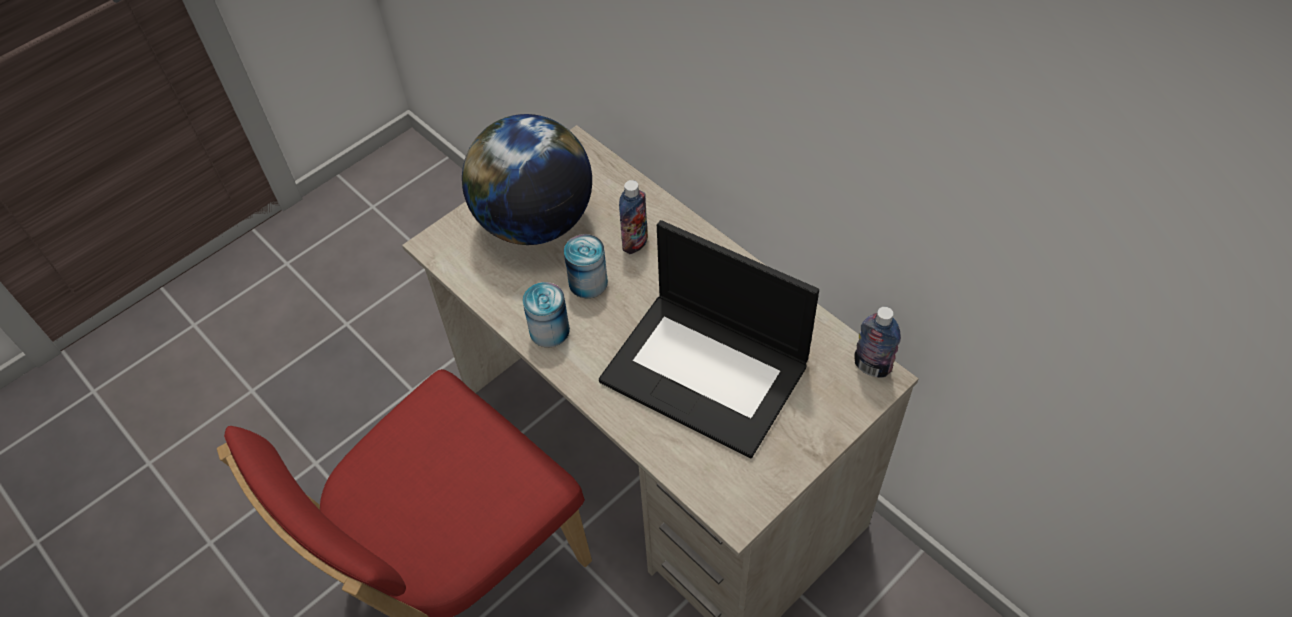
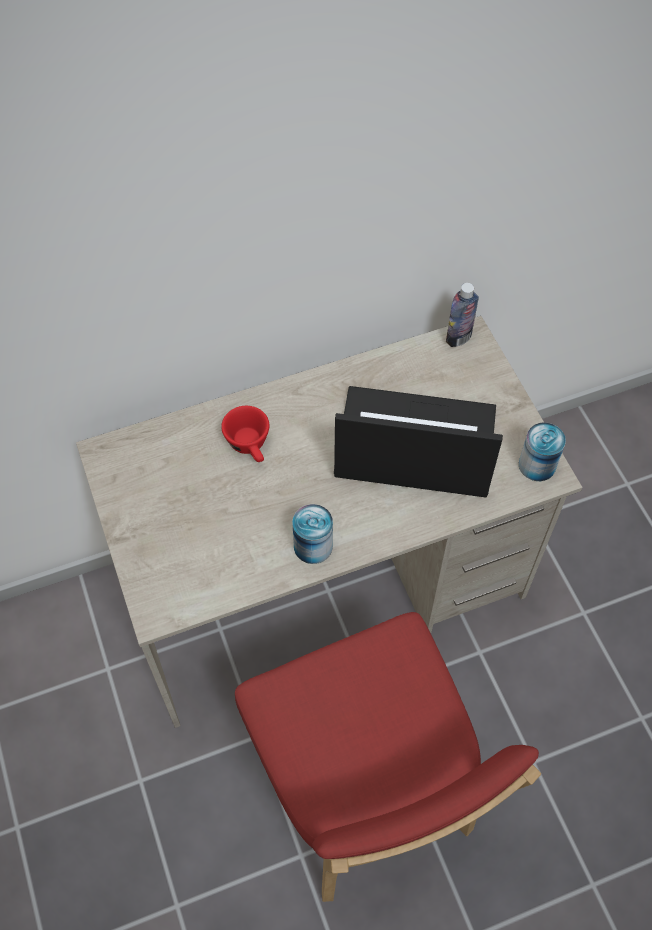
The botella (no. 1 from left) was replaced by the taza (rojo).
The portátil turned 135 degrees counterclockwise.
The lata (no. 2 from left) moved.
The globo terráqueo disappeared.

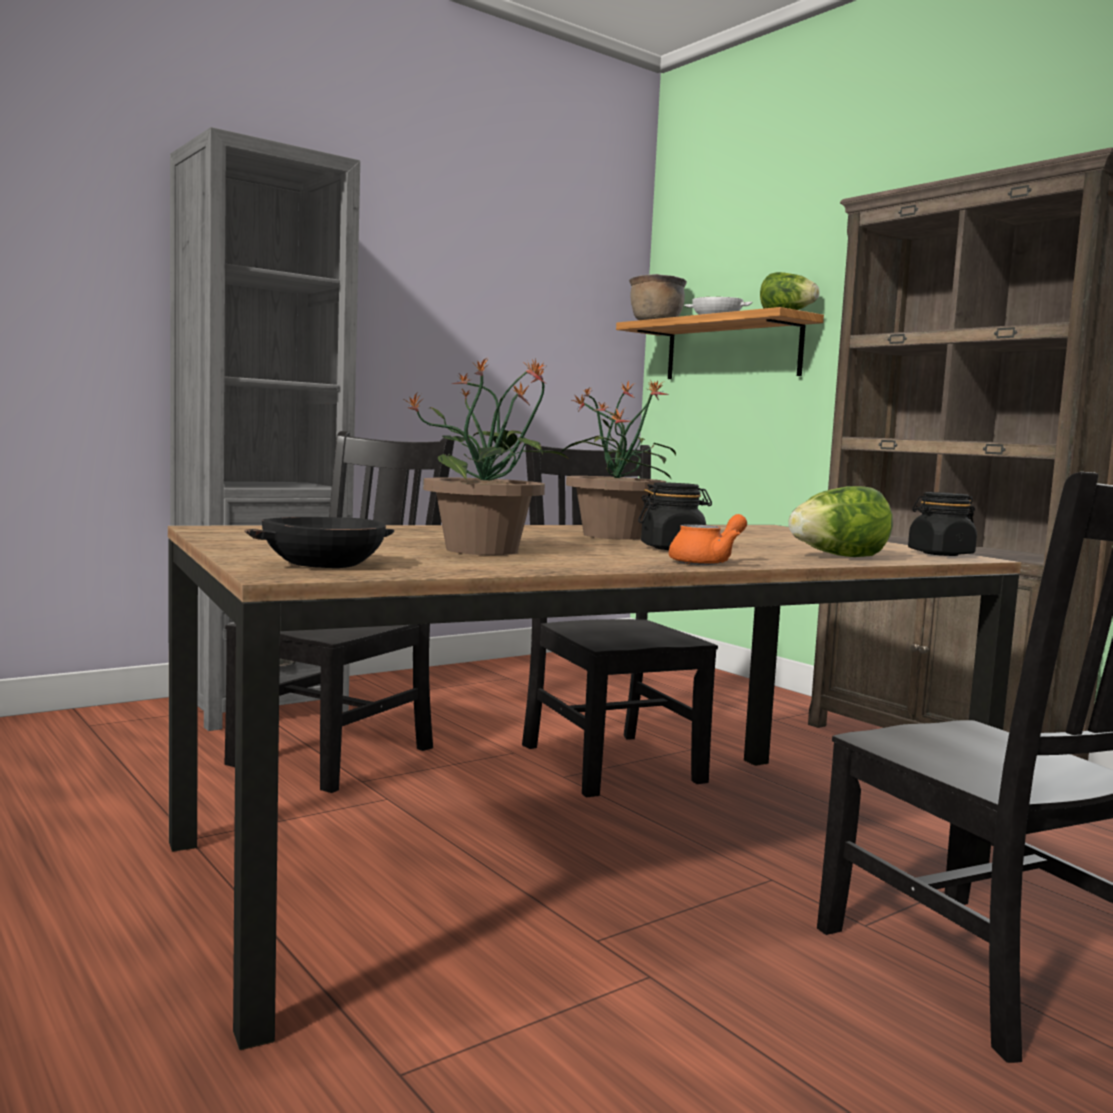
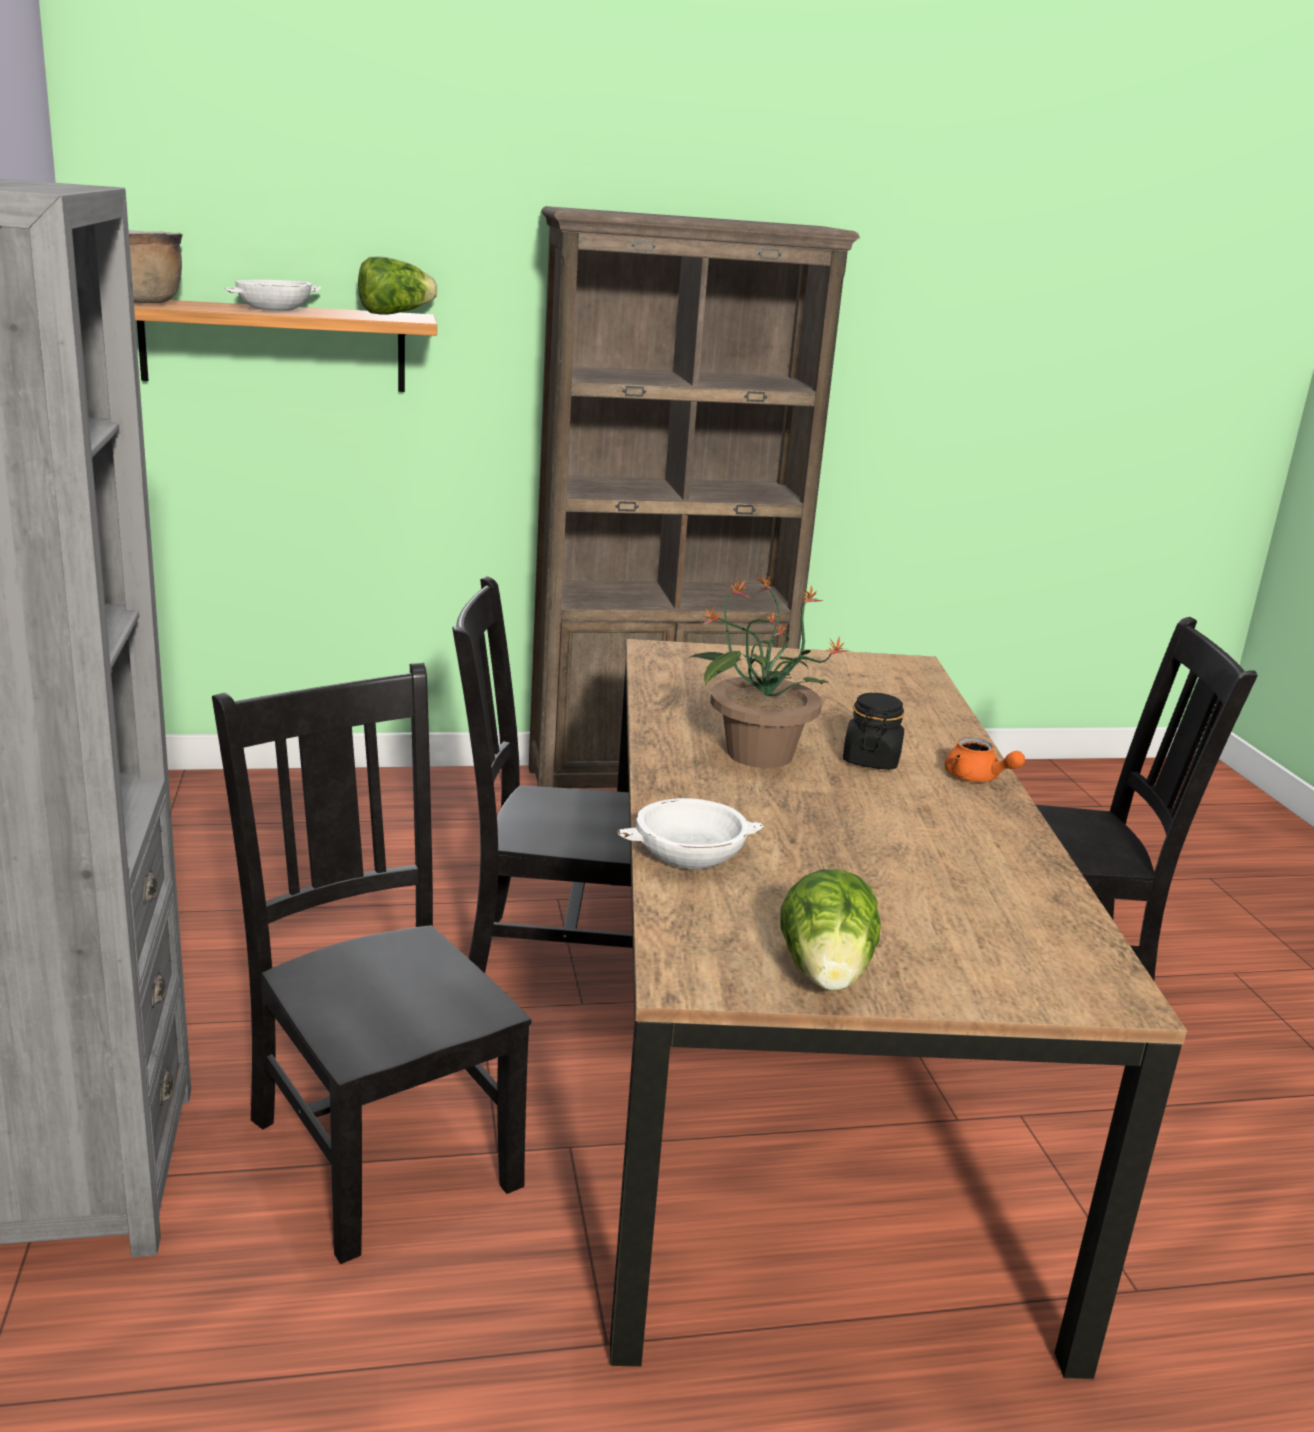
The cuenco (blanco) (no. 2 from left) appeared.
The lechuga (no. 2 from left) moved.
The tetera (naranja) turned 150 degrees clockwise.
The cuenco (negro) disappeared.
The planta en maceta (no. 1 from left) disappeared.
The tarro (negro) (no. 2 from left) disappeared.

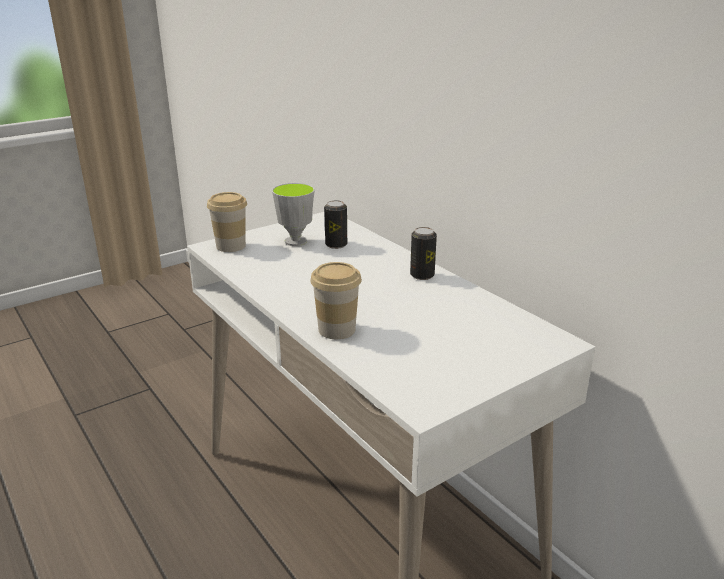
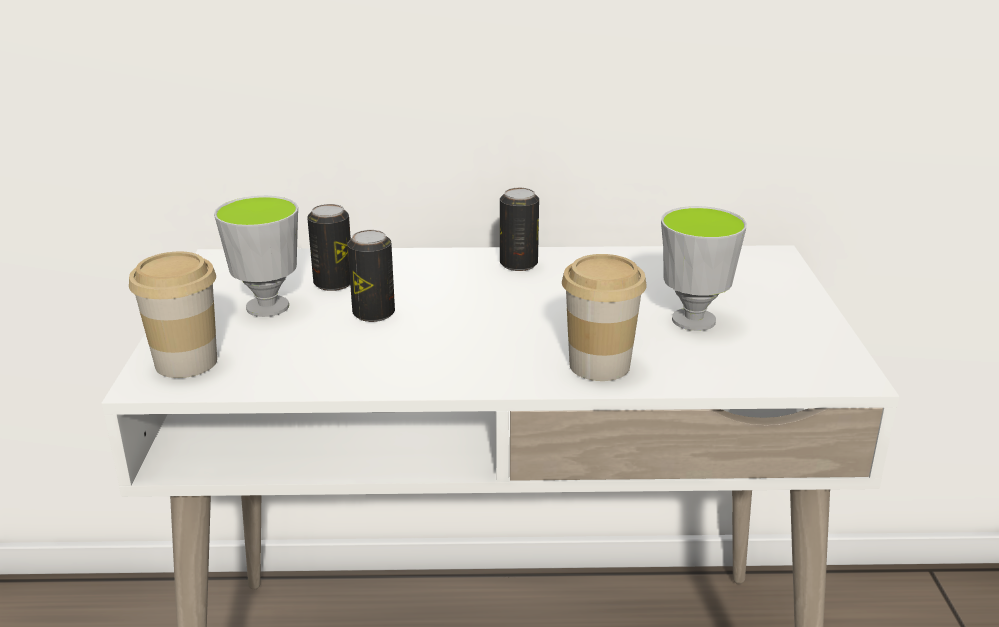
The lata (no. 2 from left) appeared.
The taza (no. 4 from left) appeared.

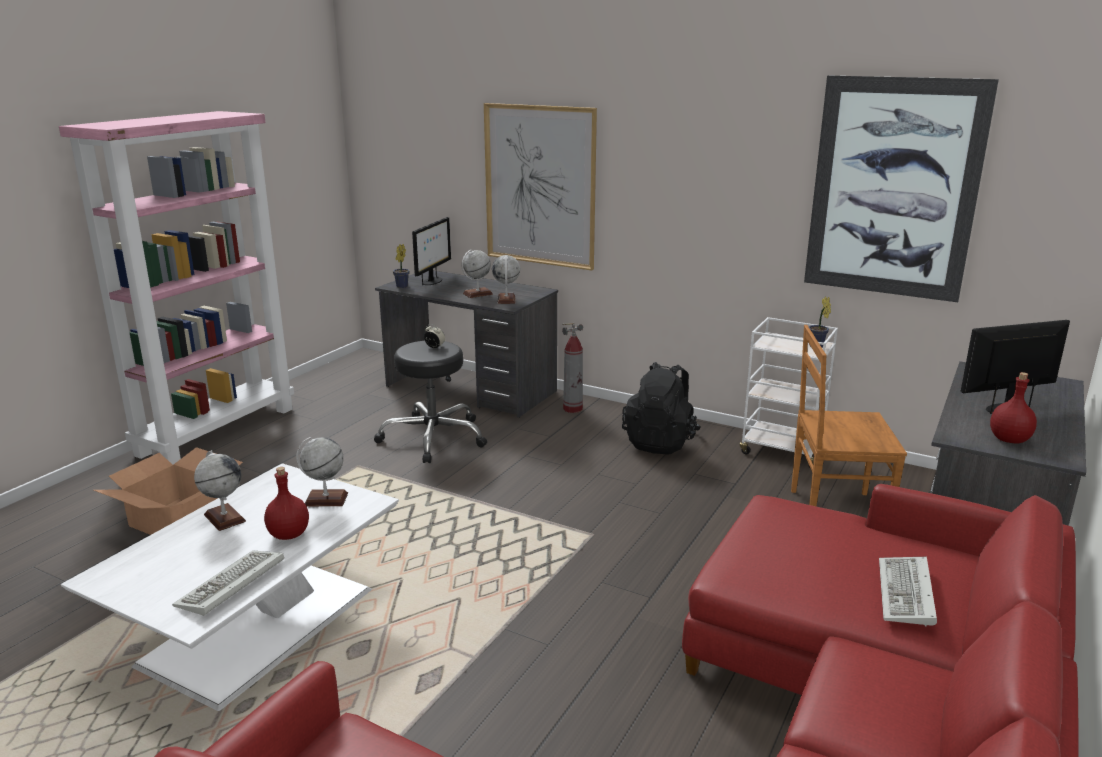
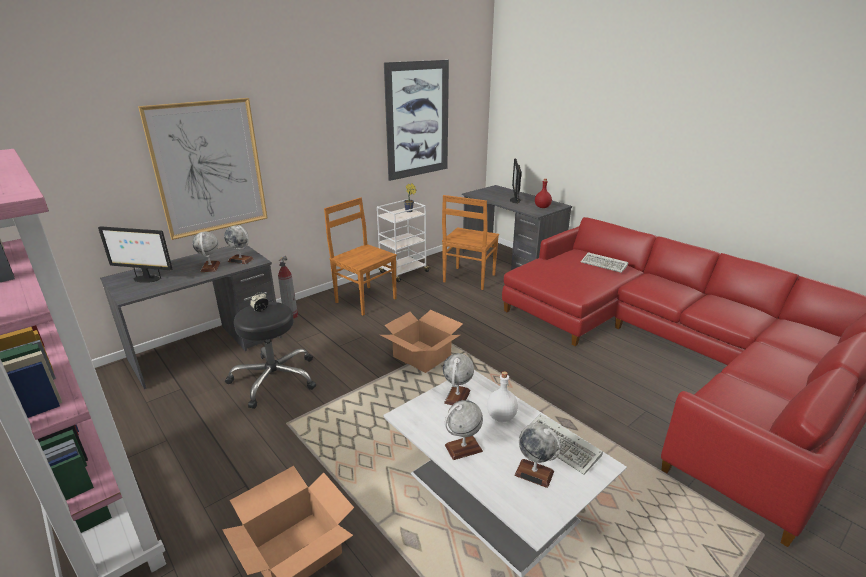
The monitor (no. 1 from left) turned 150 degrees clockwise.
The mochila (negro) was replaced by the silla (marrón) (no. 1 from left).
The caja de cartón (no. 2 from left) appeared.
The botella (rojo) (no. 1 from left) became the botella (blanco).
The globo terráqueo (no. 5 from left) appeared.
The planta en maceta (no. 1 from left) disappeared.

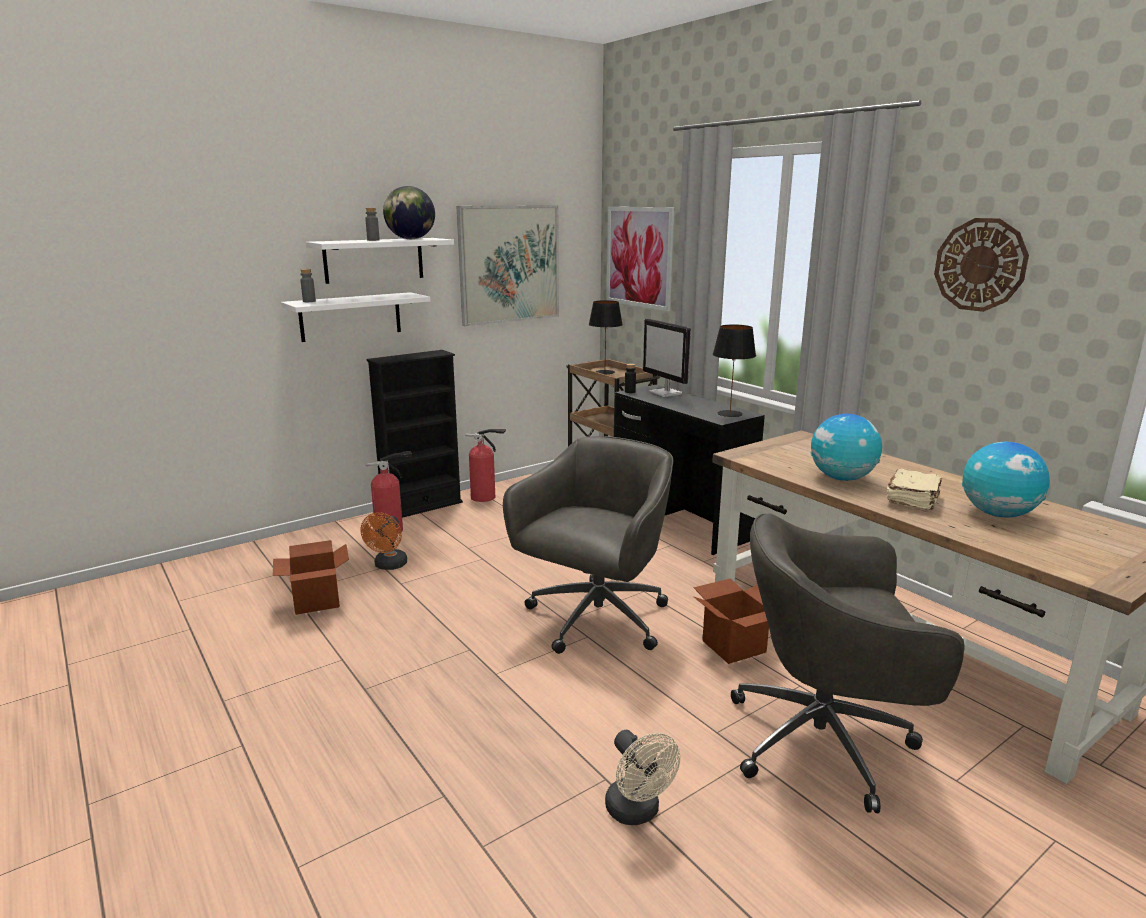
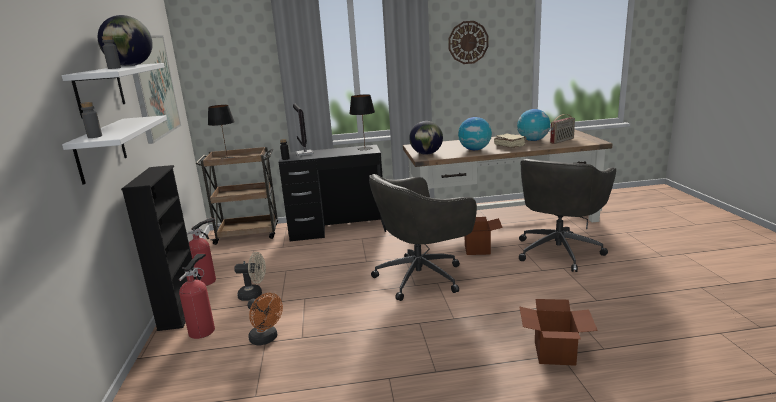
The ventilador (beis) moved.
The monitor turned 75 degrees clockwise.
The silla de oficina (gris) (no. 1 from left) turned 90 degrees counterclockwise.
The globo terráqueo (no. 2 from left) appeared.
The caja de cartón (no. 1 from left in the first image) moved.
The radio appeared.
The cuadro (no. 2 from left) disappeared.

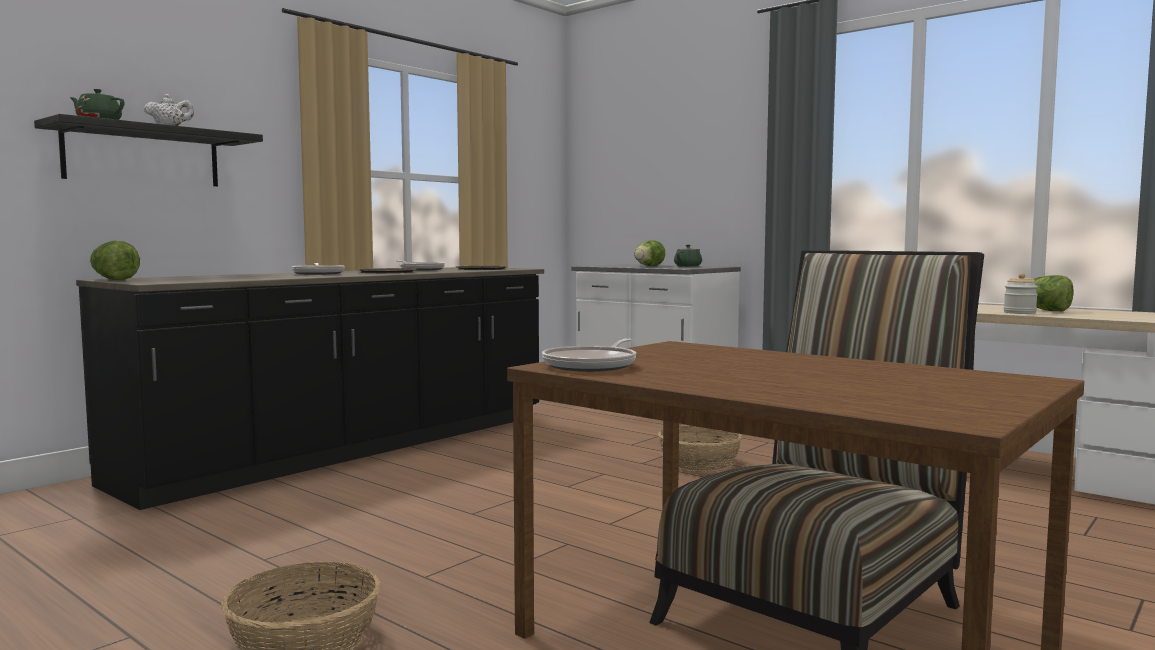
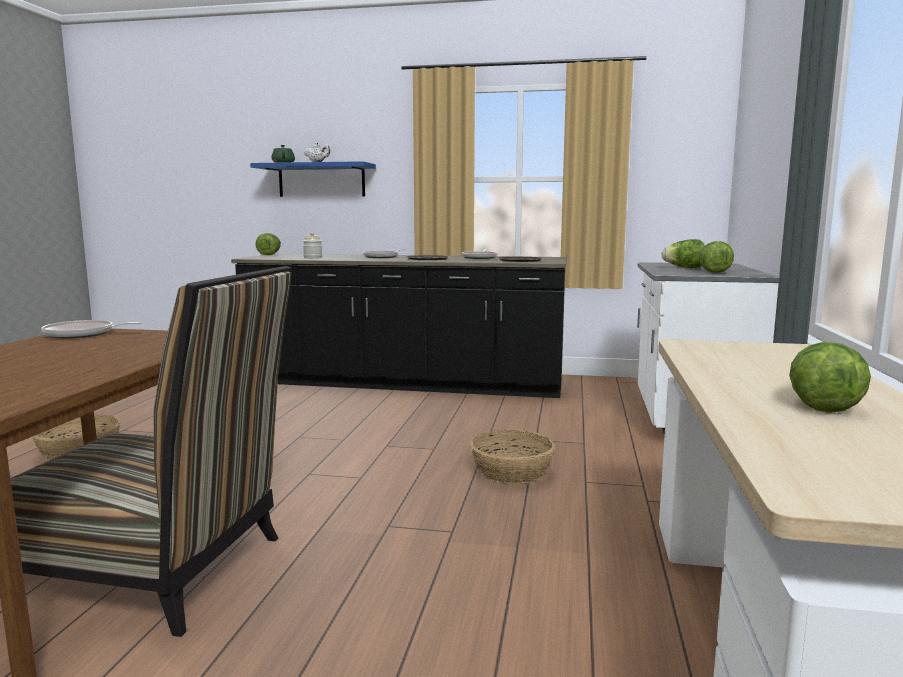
The estante (negro) became the estante (azul).
The tarro moved.
The tetera (verde) (no. 2 from left) was replaced by the lechuga (no. 3 from left).

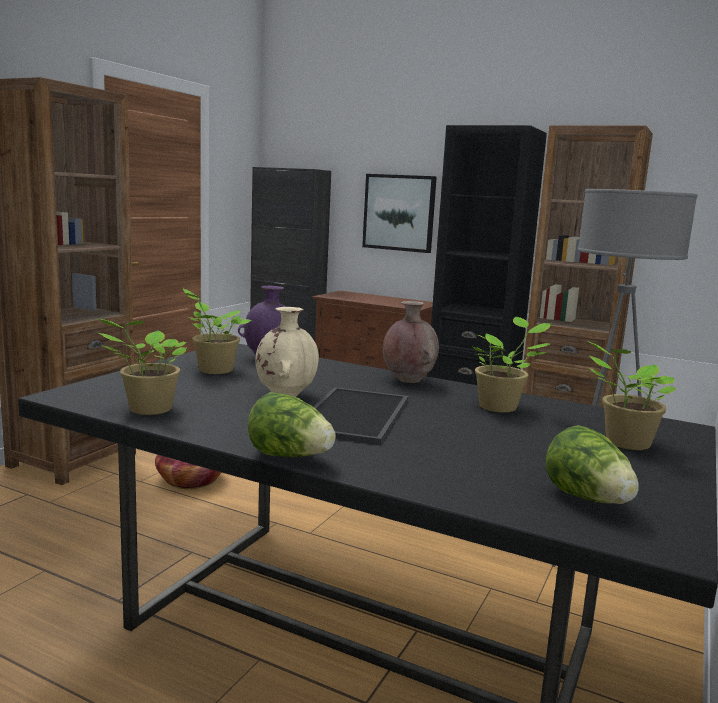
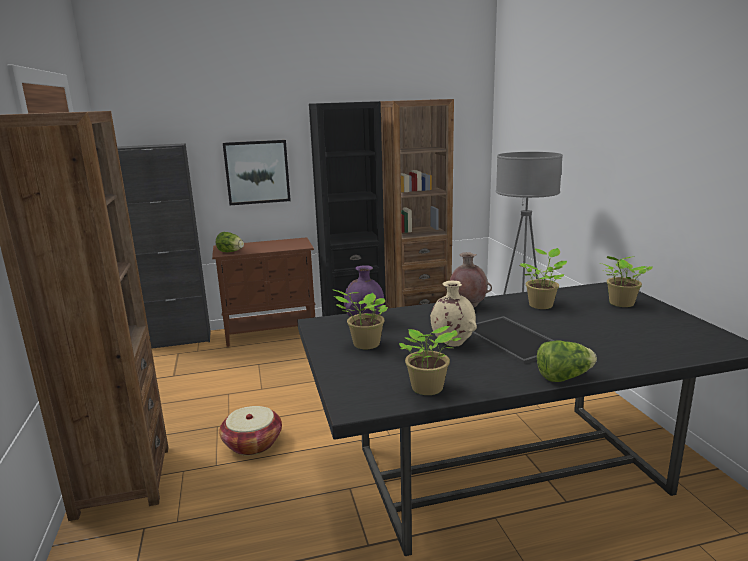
The lechuga (no. 2 from left in the first image) moved.

